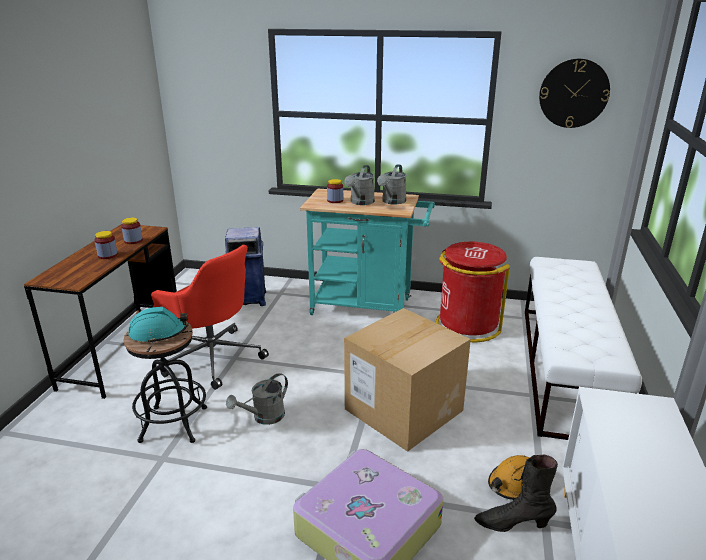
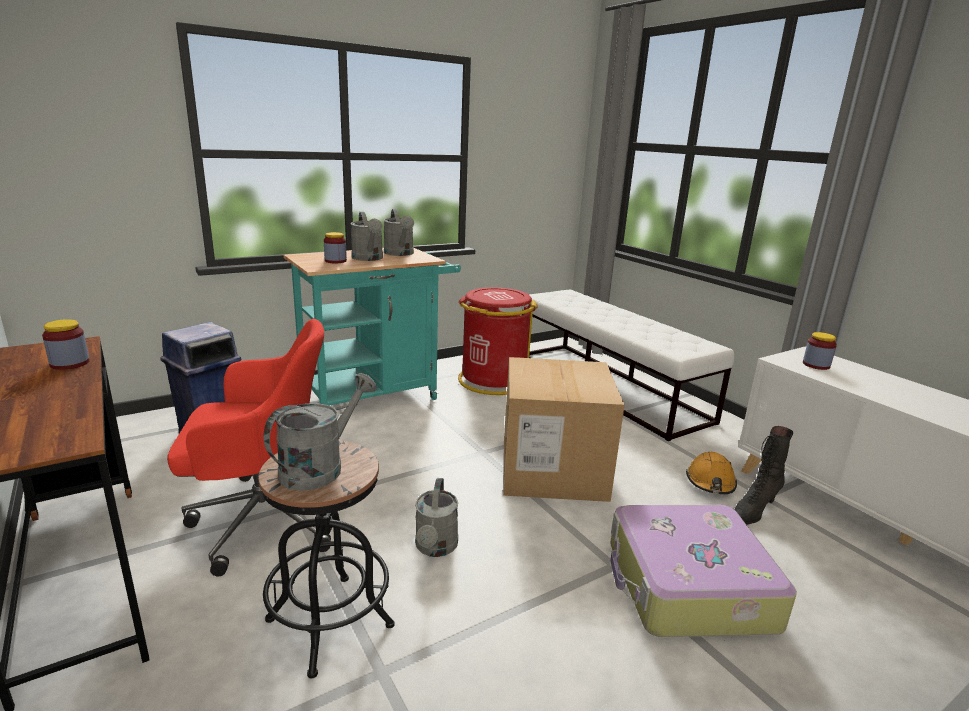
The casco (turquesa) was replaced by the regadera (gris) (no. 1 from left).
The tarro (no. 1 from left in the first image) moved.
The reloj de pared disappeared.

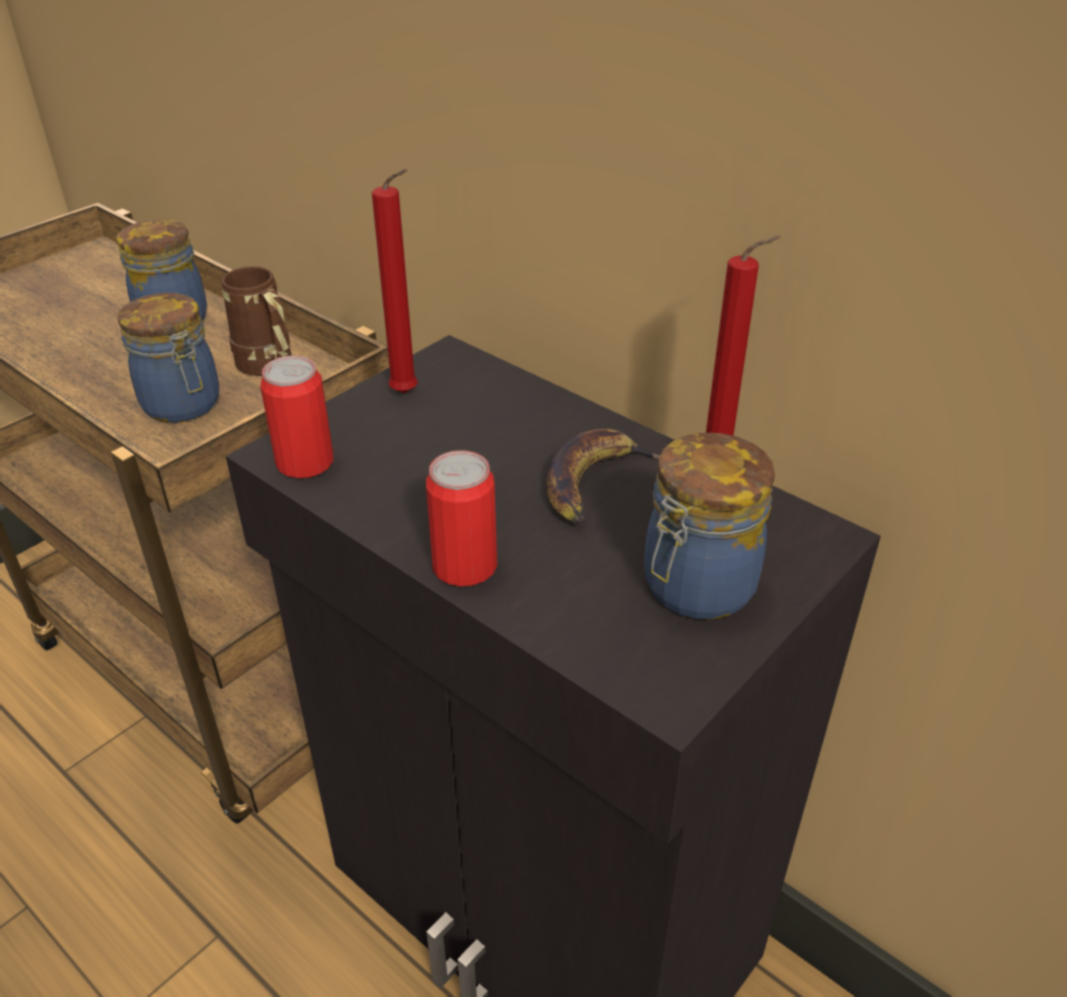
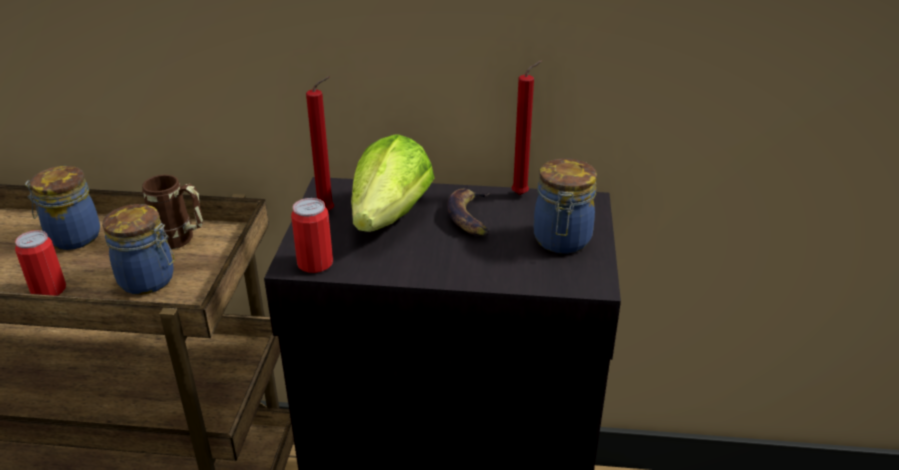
The lata (no. 2 from left in the first image) moved.
The lechuga appeared.

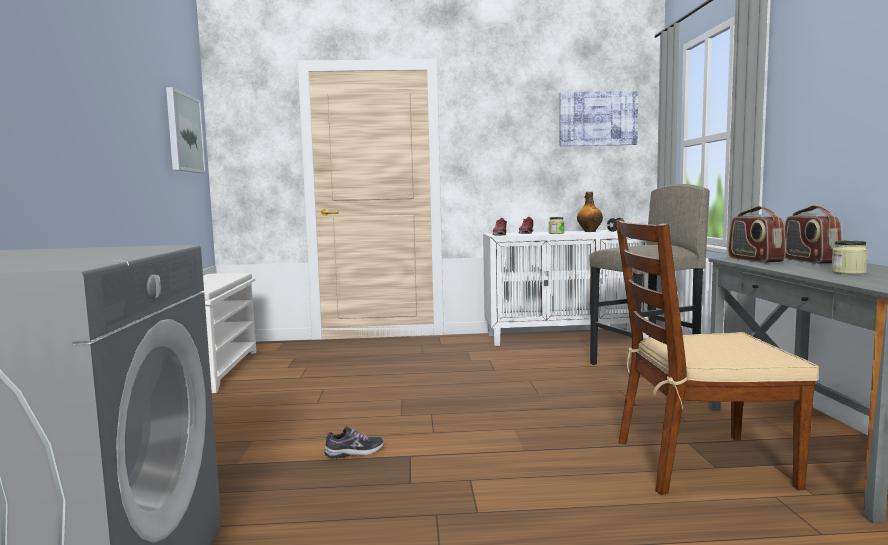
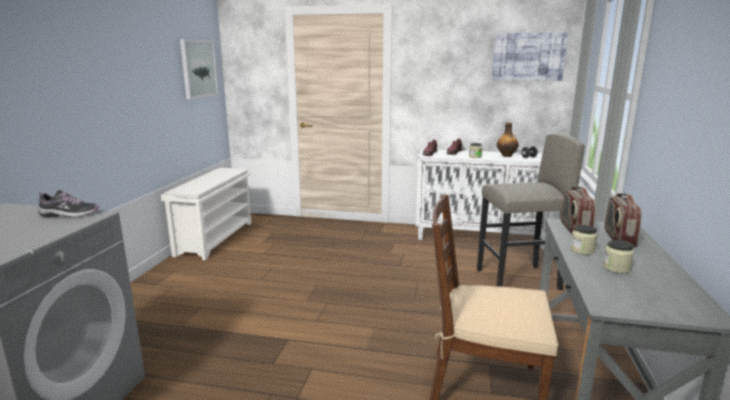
The zapato (no. 1 from left) moved.
The tarro (no. 2 from left) appeared.

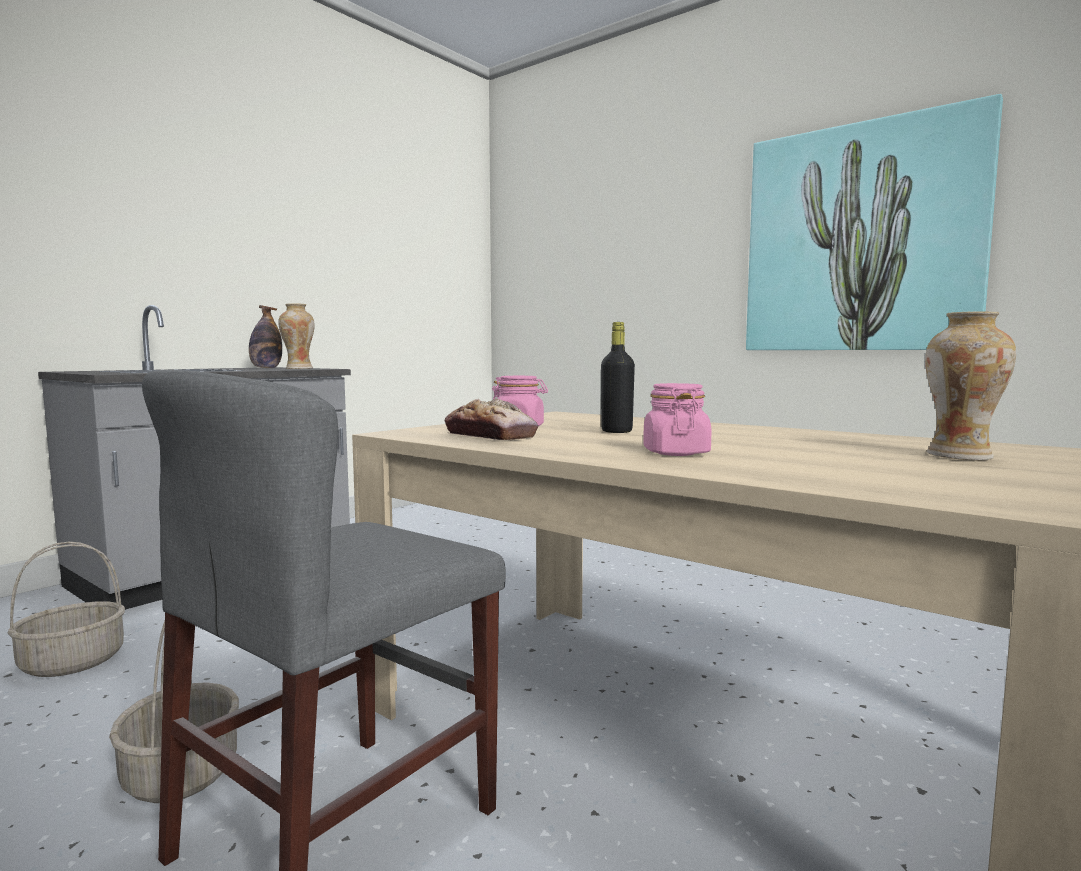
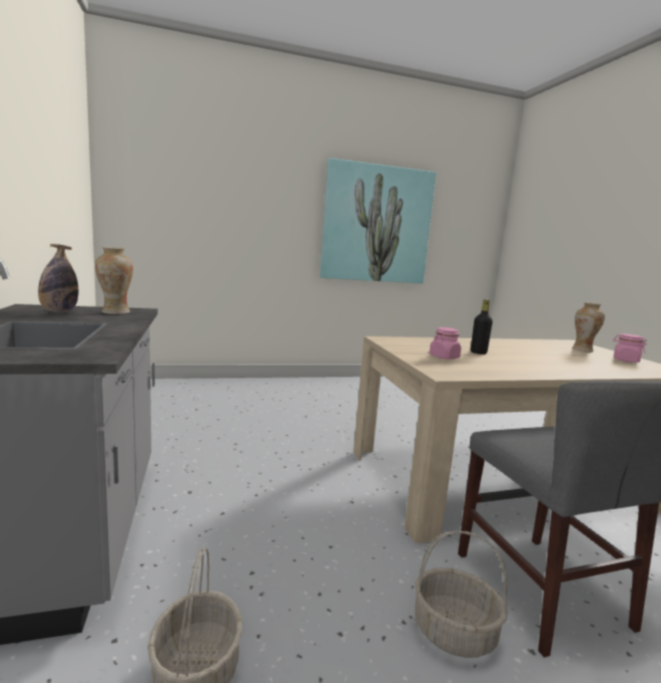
The tarro (rosa) (no. 2 from left) moved.
The pan disappeared.

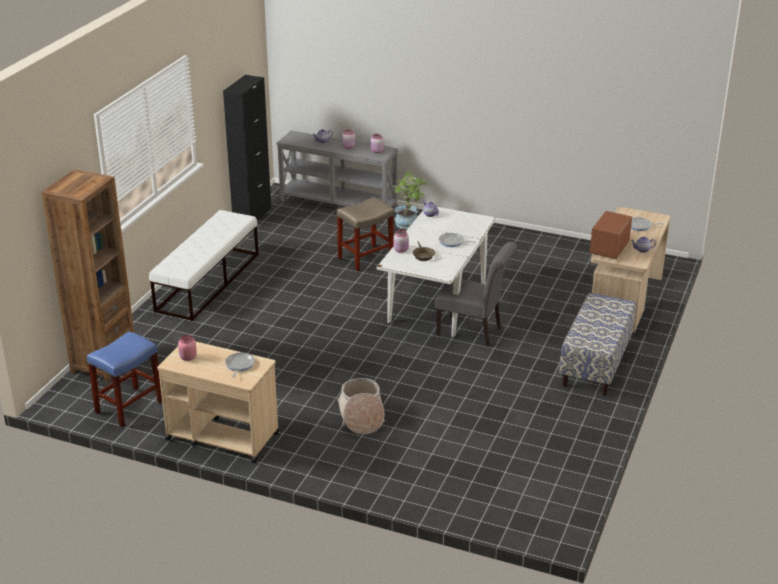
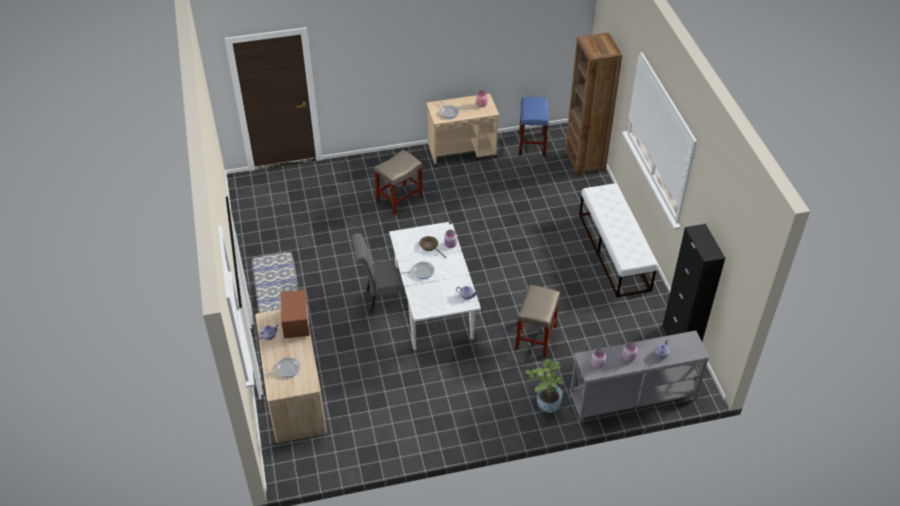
The cesta was replaced by the taburete (beis) (no. 1 from left).

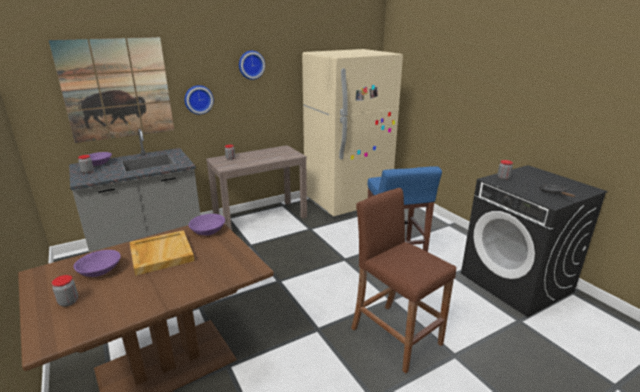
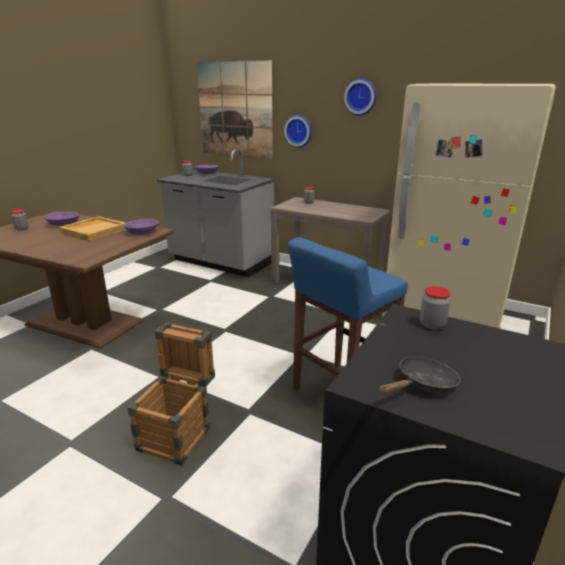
The taburete (marrón) was replaced by the caja de embalaje.

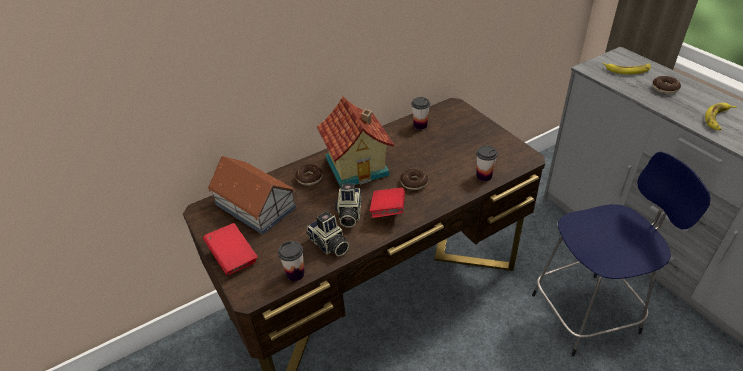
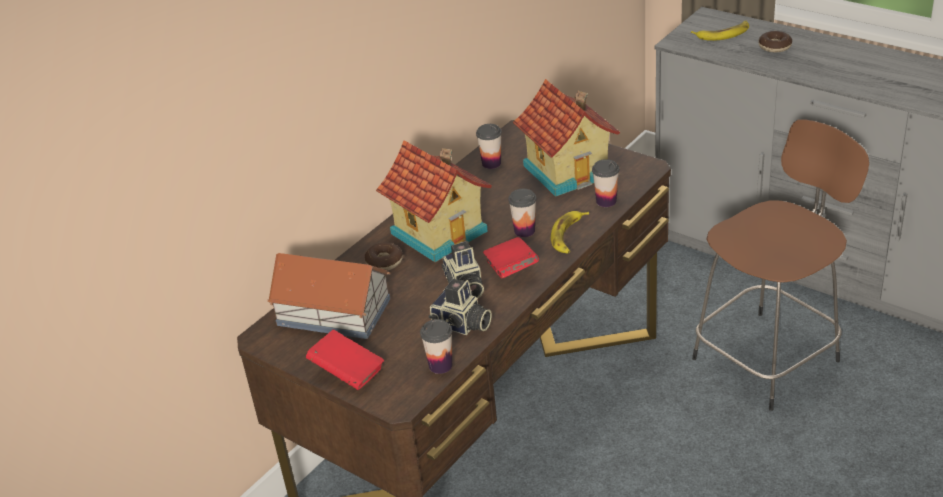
The rosquilla (no. 2 from left) was replaced by the taza (no. 3 from left).
The casita (no. 3 from left) appeared.
The plátano (no. 2 from left in the first image) moved.
The taburete (azul) became the taburete (marrón).

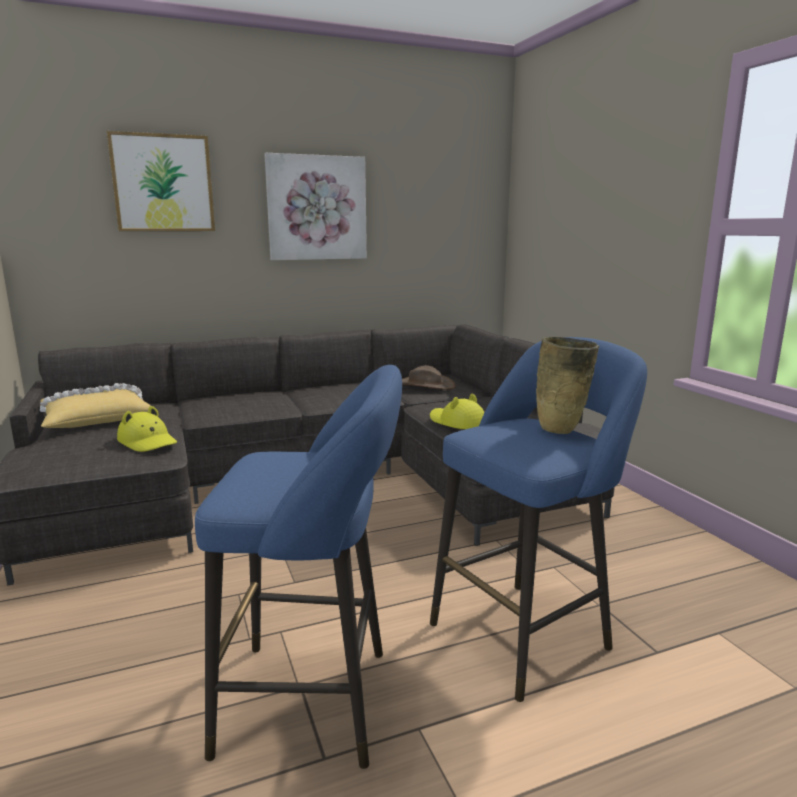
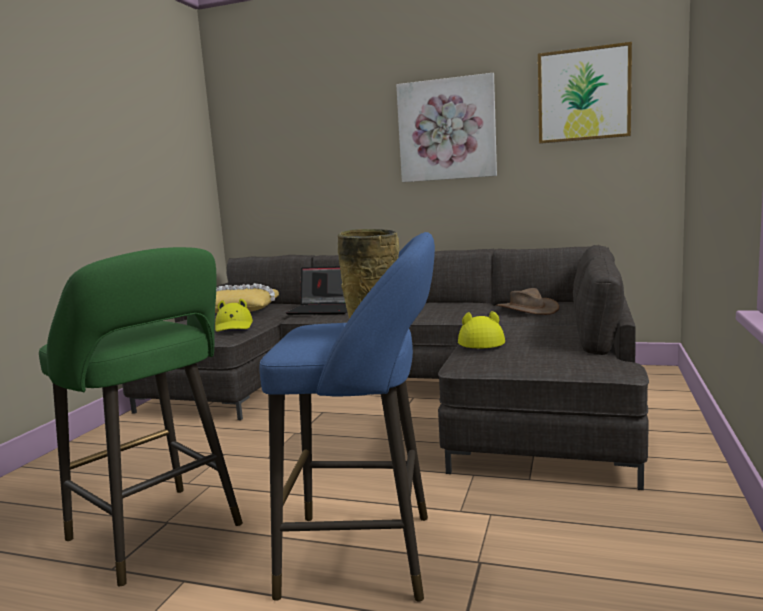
The taburete (azul) (no. 1 from left) became the taburete (verde).
The portátil appeared.
The cuadro (no. 1 from left in the first image) moved.

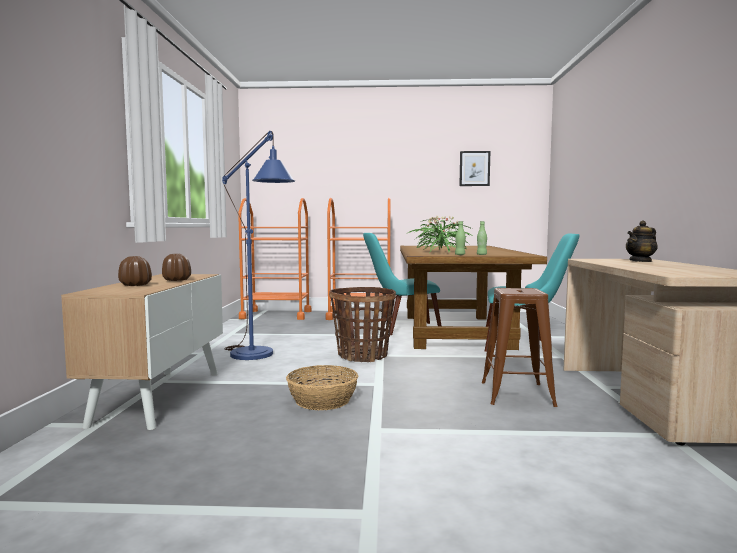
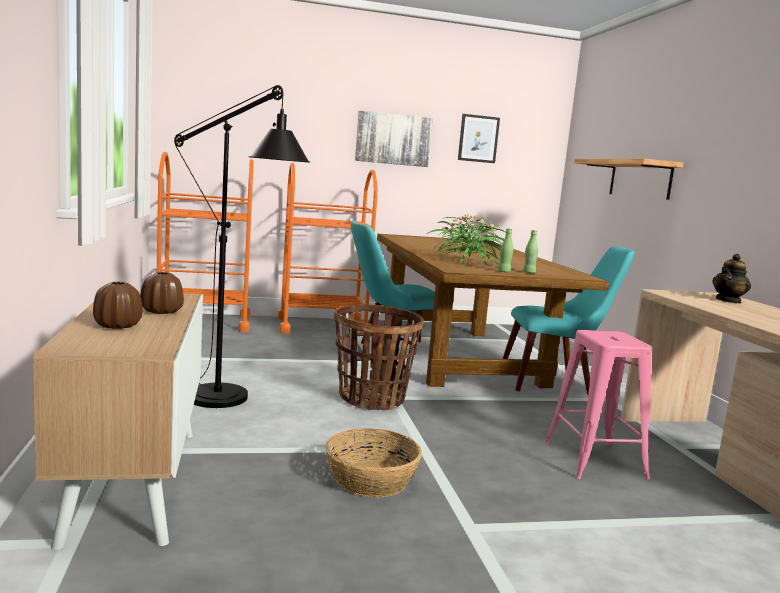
The lámpara de pie (azul) became the lámpara de pie (negro).
The cuadro (no. 1 from left) appeared.
The taburete (marrón) became the taburete (rosa).
The estante appeared.

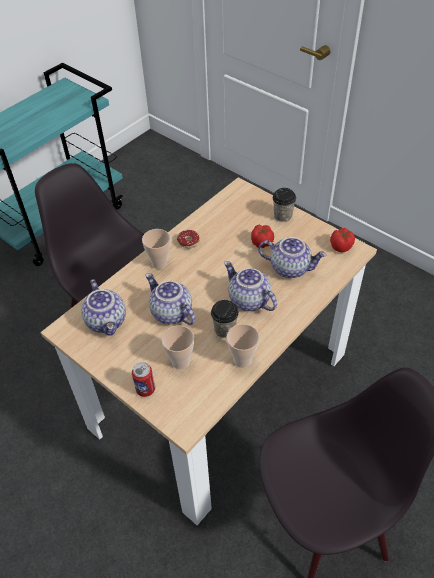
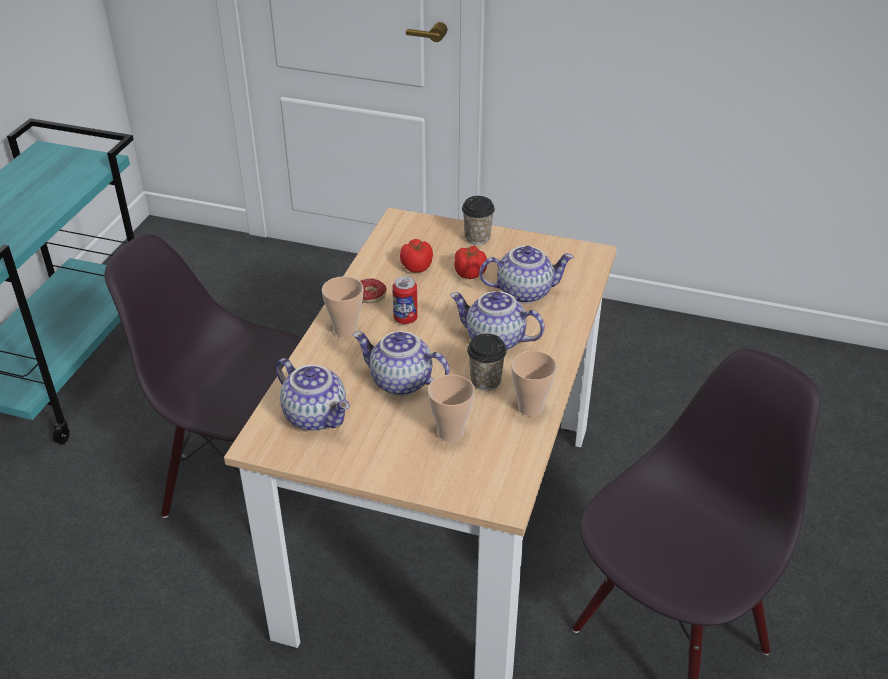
The lata moved.
The tomate (no. 2 from left in the first image) moved.

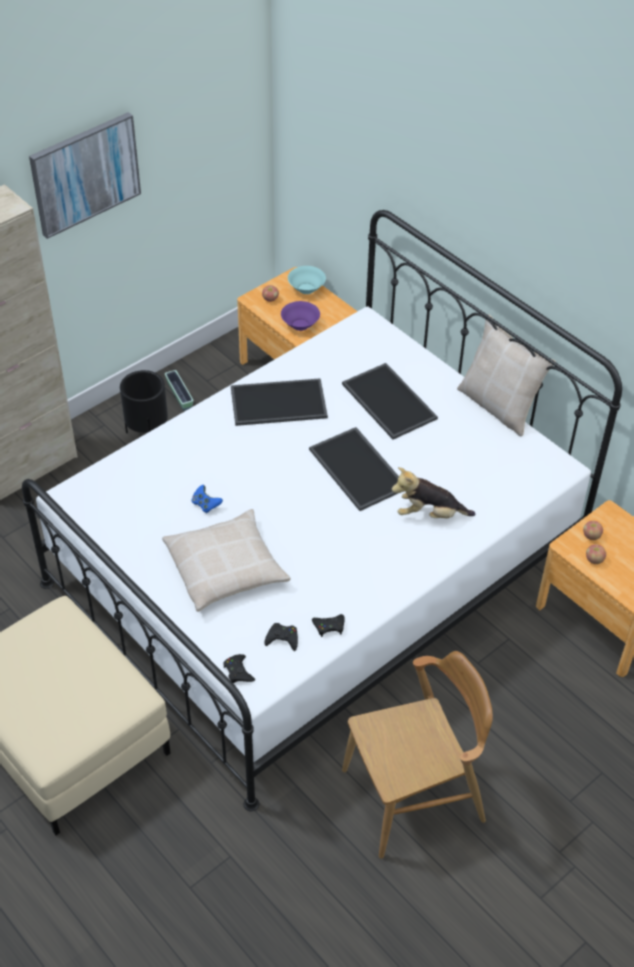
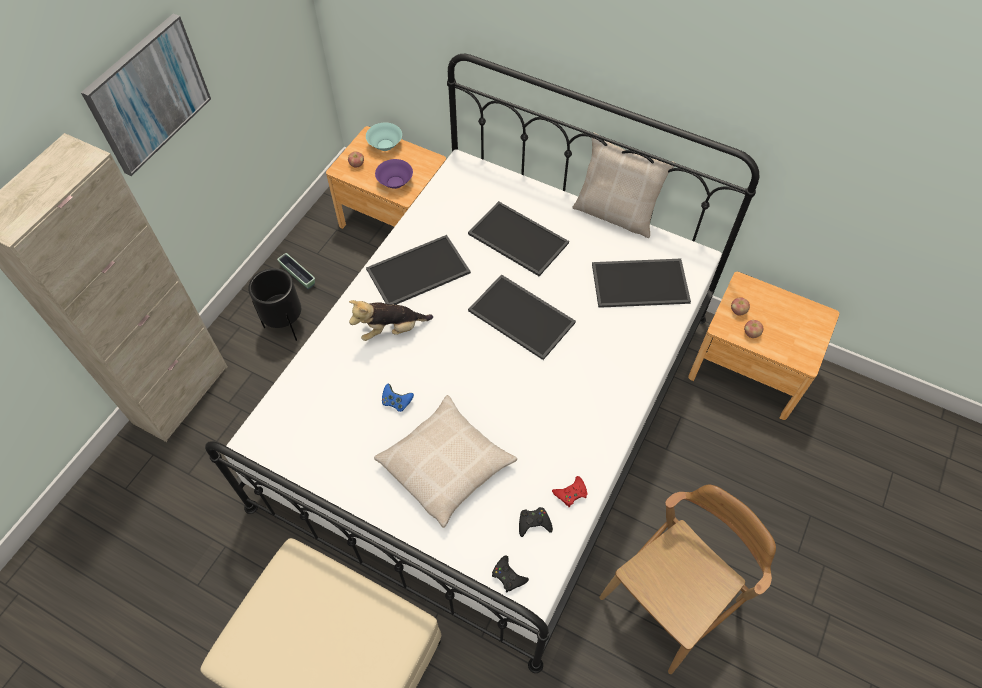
The peluche moved.
The mando de consola (negro) (no. 3 from left) became the mando de consola (rojo).
The bandeja (no. 4 from left) appeared.

